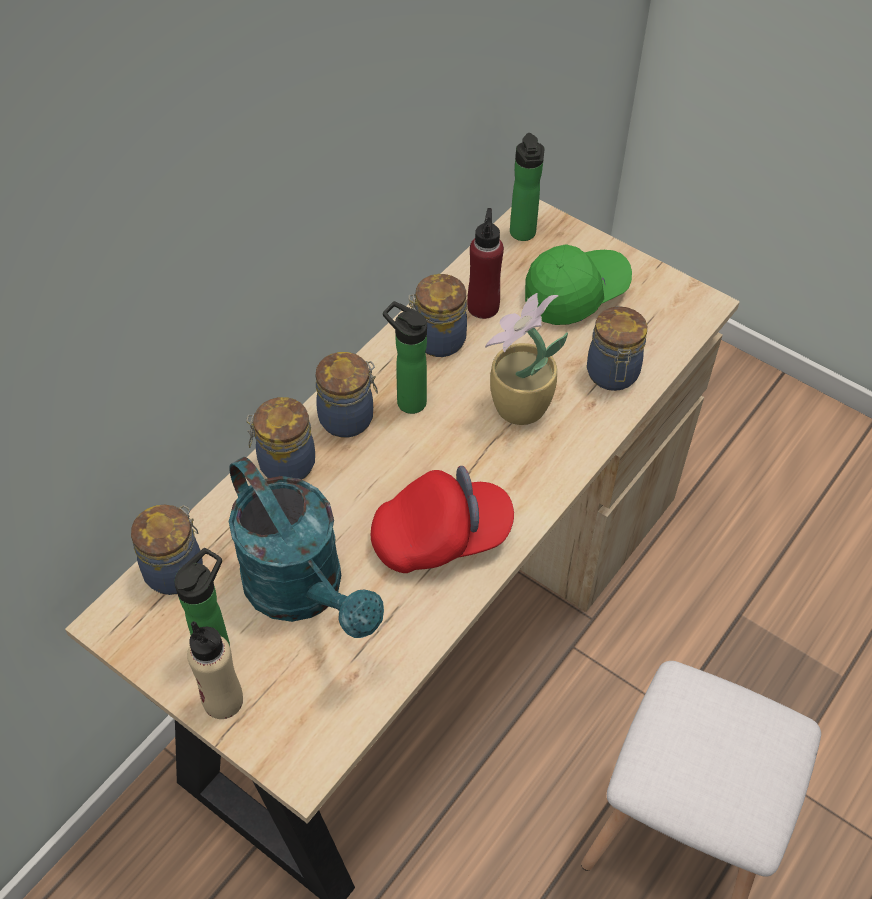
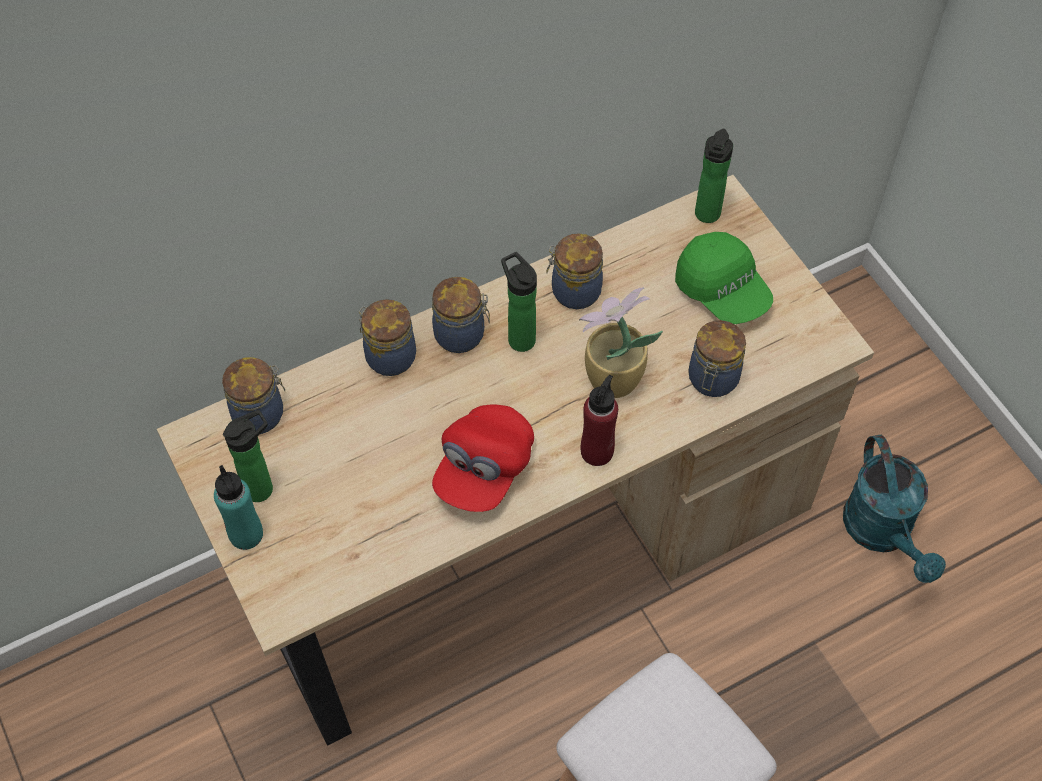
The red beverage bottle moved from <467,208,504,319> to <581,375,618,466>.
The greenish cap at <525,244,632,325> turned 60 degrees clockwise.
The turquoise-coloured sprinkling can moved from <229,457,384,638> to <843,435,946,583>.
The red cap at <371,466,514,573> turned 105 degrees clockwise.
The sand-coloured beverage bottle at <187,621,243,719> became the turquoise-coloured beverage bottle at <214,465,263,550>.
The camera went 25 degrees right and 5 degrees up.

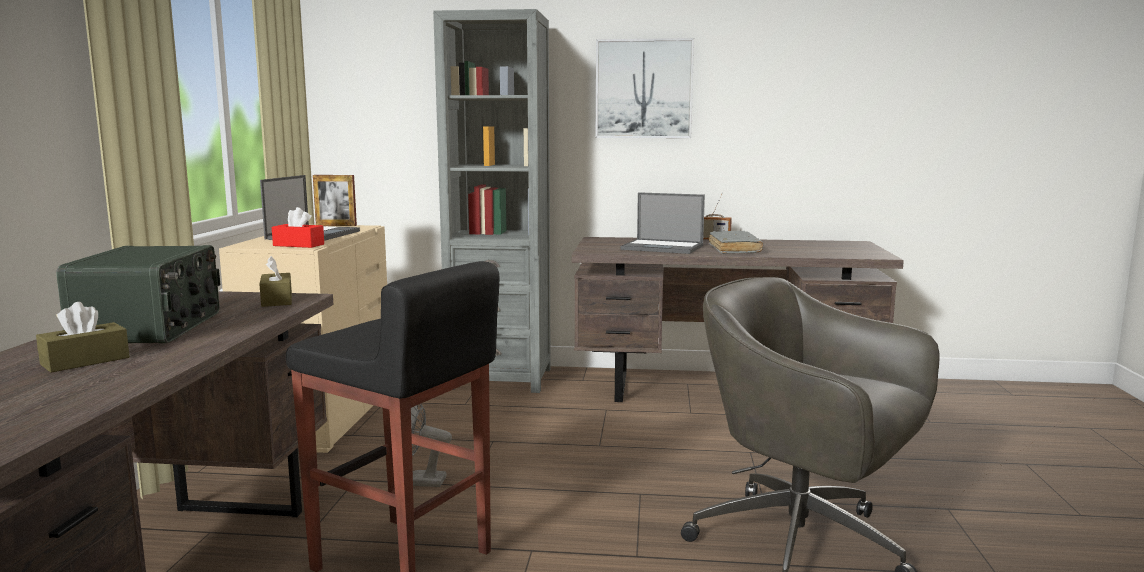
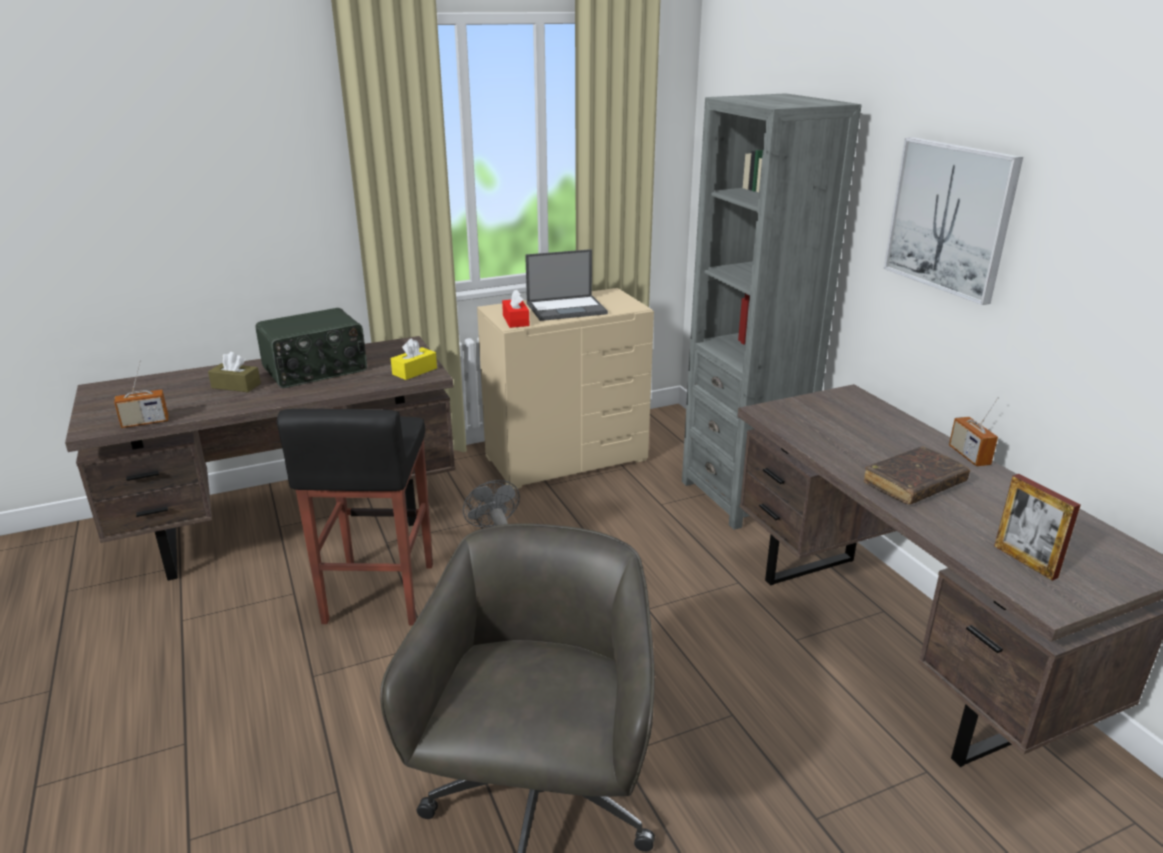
The photo frame moved from <313,175,357,226> to <994,474,1080,581>.
The portable computer at <621,192,705,254> disappeared.
The gray bound book at <709,231,763,254> became the brown-coloured bound book at <864,446,970,504>.
The brown-coloured box of tissues at <259,256,292,307> became the yellow box of tissues at <391,338,437,380>.
The radio at <114,360,168,428> appeared.
The camera went 60 degrees right and 15 degrees up.

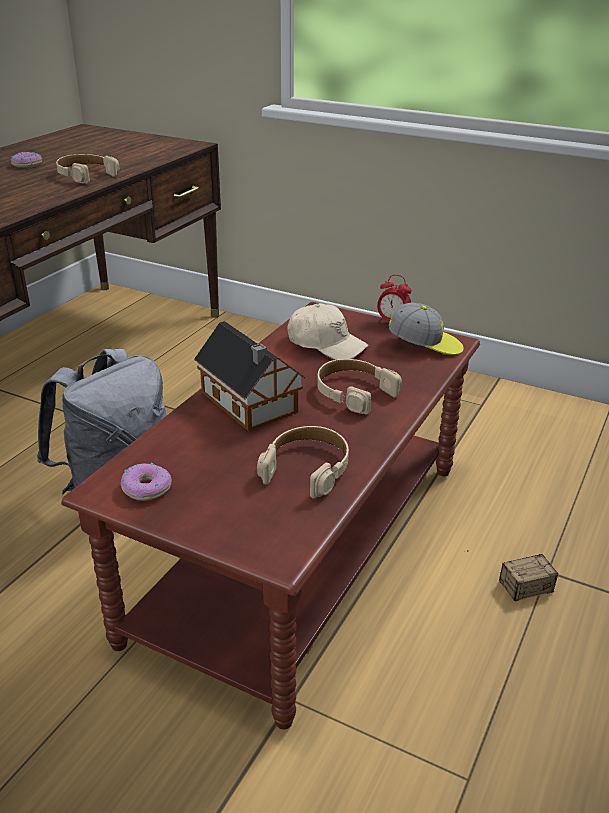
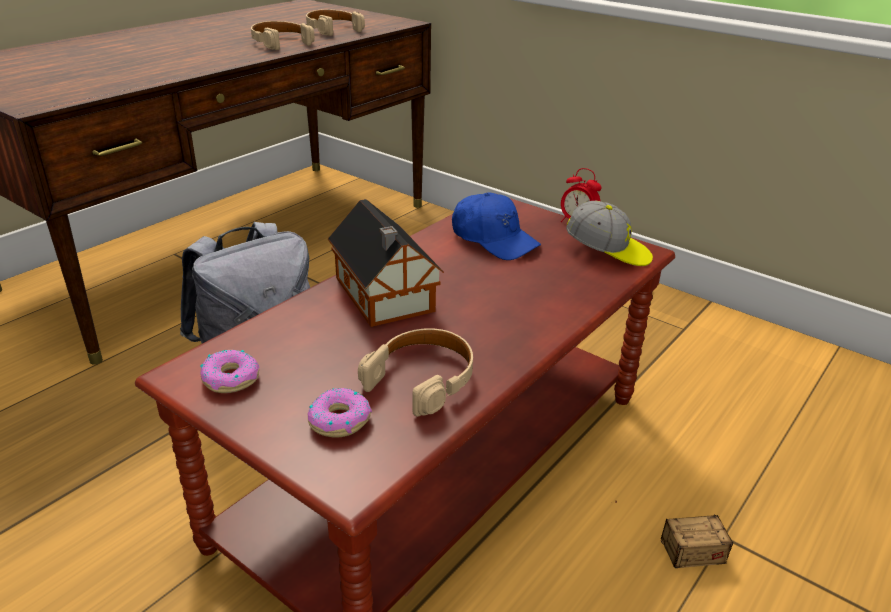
The ring doughnut moved from <11,152,42,168> to <307,388,372,438>.
The sand-coloured cap at <287,304,368,360> became the bluish cap at <452,192,541,260>.
The sand-coloured pair of headphones moved from <317,359,402,415> to <306,9,365,36>.
The camera went 10 degrees right and 0 degrees up.

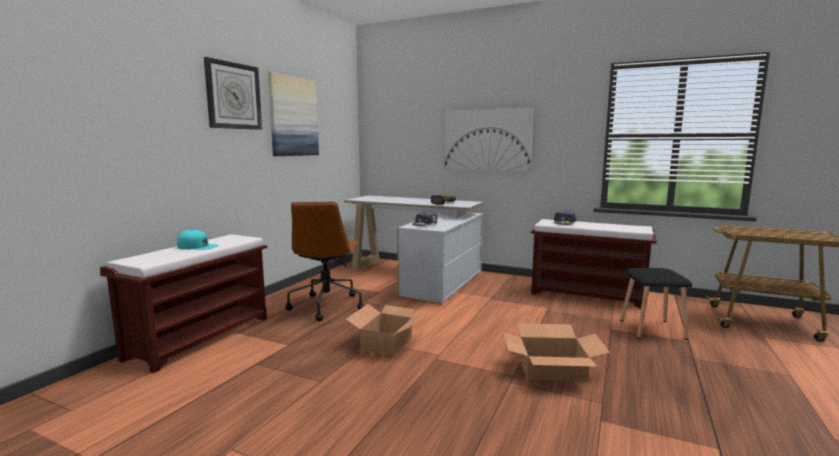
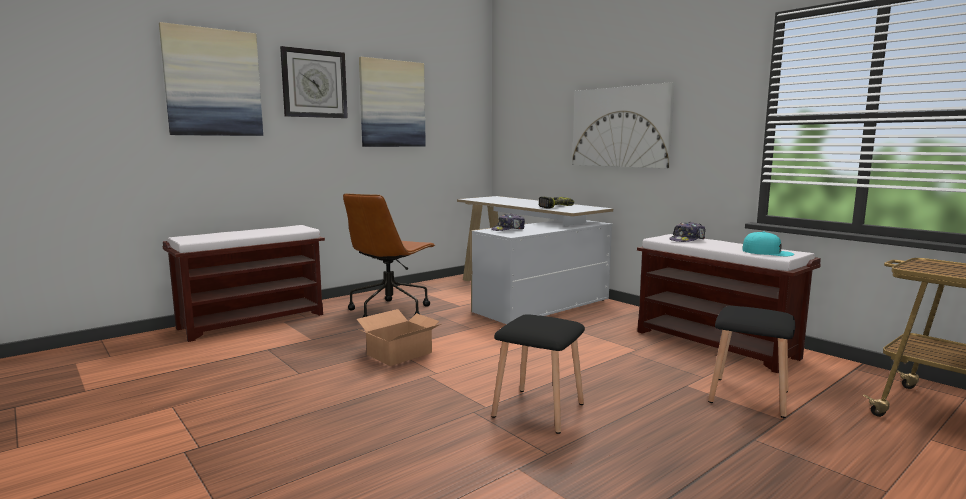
The turquoise-coloured cap moved from <177,229,218,250> to <742,231,794,256>.
The carton at <503,323,610,381> was replaced by the black-coloured sitting stool at <491,314,585,434>.
The picture at <159,22,263,136> appeared.
The camera went 25 degrees right and 0 degrees up.

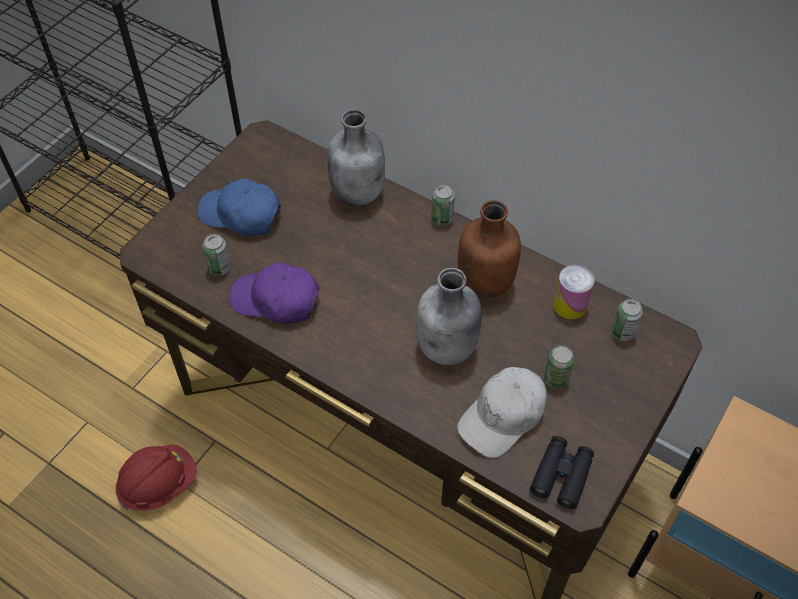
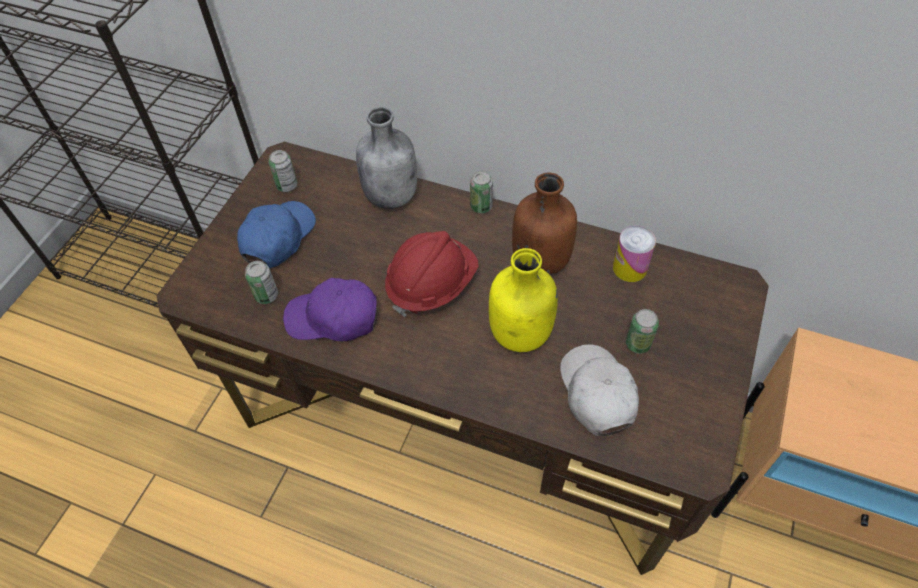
The bluish cap at <198,178,281,236> turned 105 degrees clockwise.
The gray beverage bottle at <416,268,482,365> became the yellow beverage bottle at <489,248,558,352>.
The sealed can moved from <611,299,643,341> to <269,150,297,192>.
The white cap at <457,367,547,458> turned 135 degrees clockwise.
The black-coloured pair of binoculars at <530,436,594,509> disappeared.
The red safety helmet moved from <116,444,197,511> to <385,231,479,317>.
The camera went 10 degrees left and 0 degrees up.

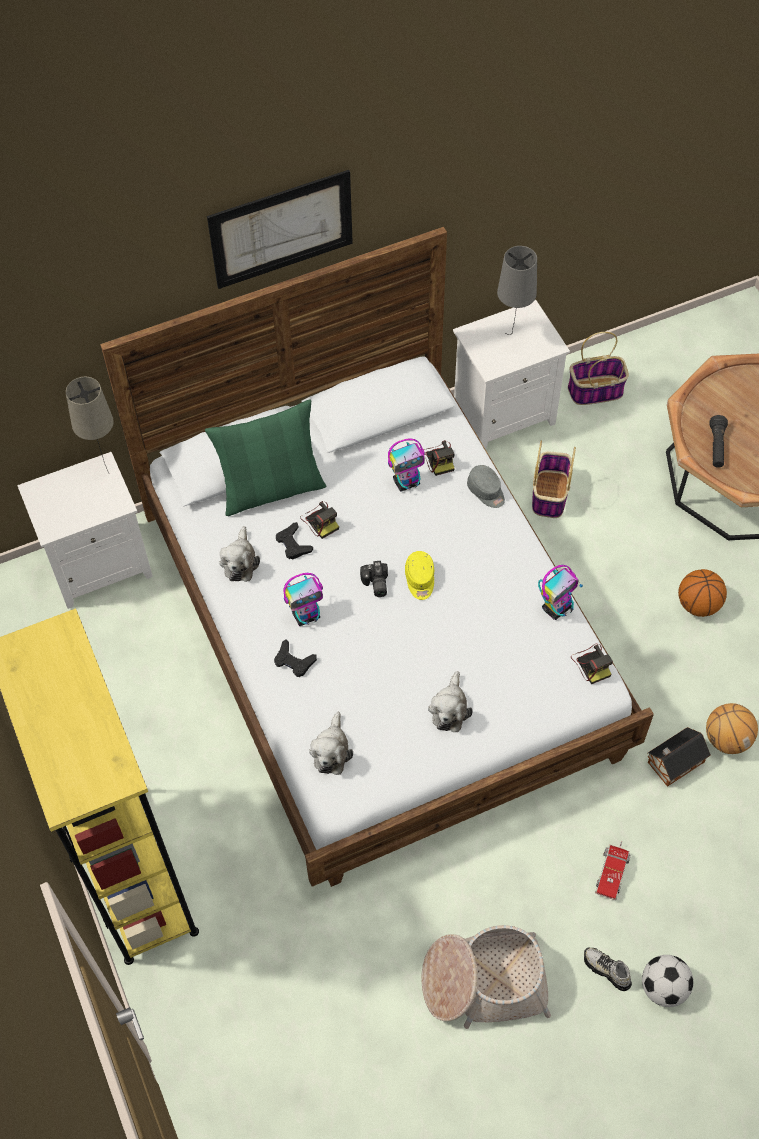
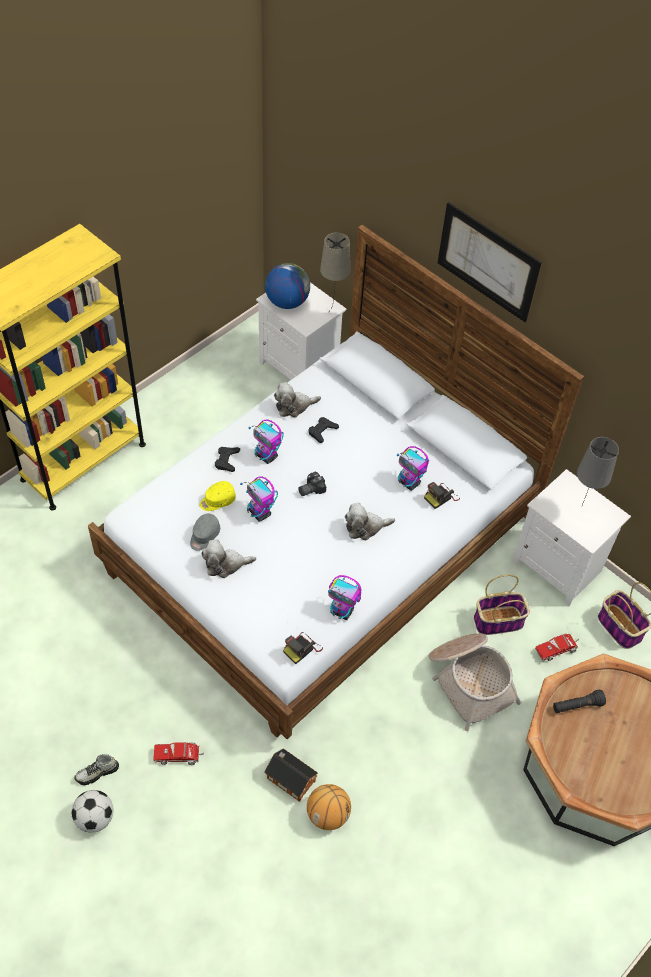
The greenish pillow at <205,399,326,516> disappeared.
The gray cap moved from <467,465,505,508> to <190,514,220,551>.
The photo camera at <300,501,339,539> disappeared.
The yellow cap moved from <405,551,434,600> to <200,481,236,511>.
The ball for basketball at <678,569,727,617> disappeared.
The cuddly toy moved from <309,712,353,775> to <344,503,395,540>.
The basket moved from <421,925,551,1029> to <429,633,521,731>.
The shoe at <584,947,632,991> turned 135 degrees counterclockwise.
The globe at <265,263,310,309> appeared.
The model robot at <240,476,278,522> appeared.
The toy truck at <535,633,579,662> appeared.
The camera went 65 degrees right and 5 degrees down.

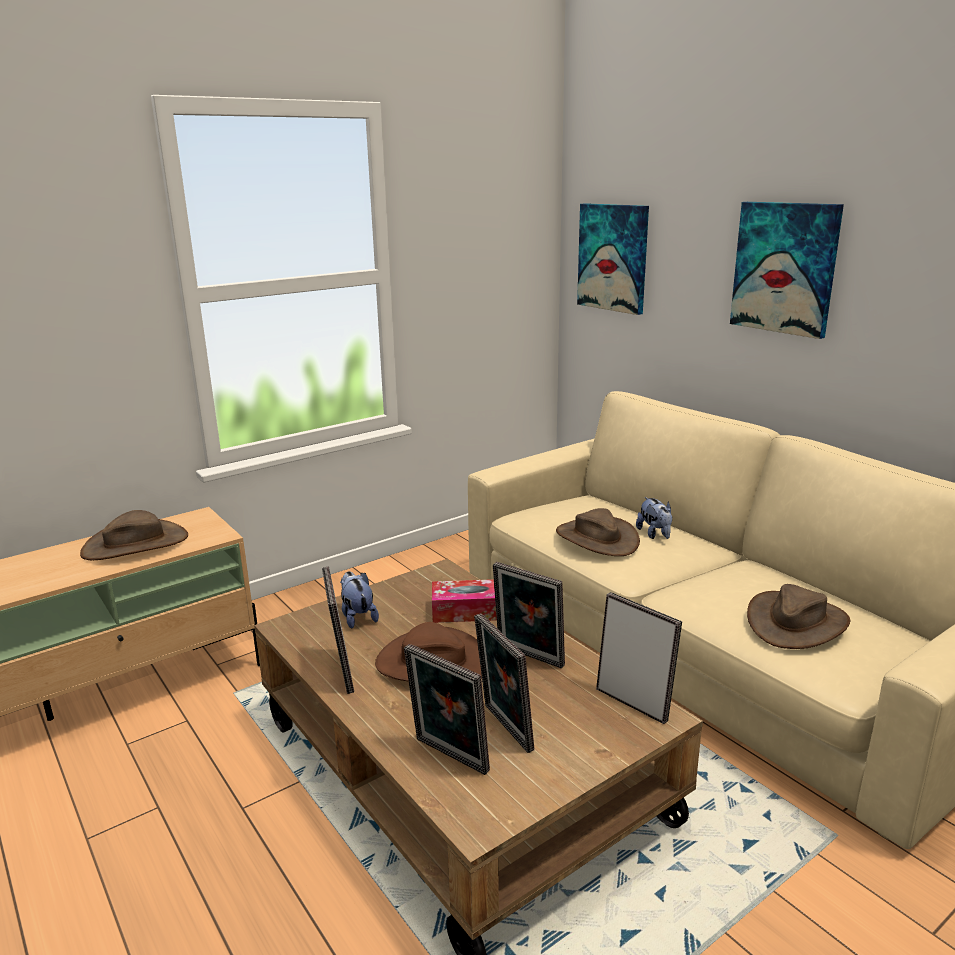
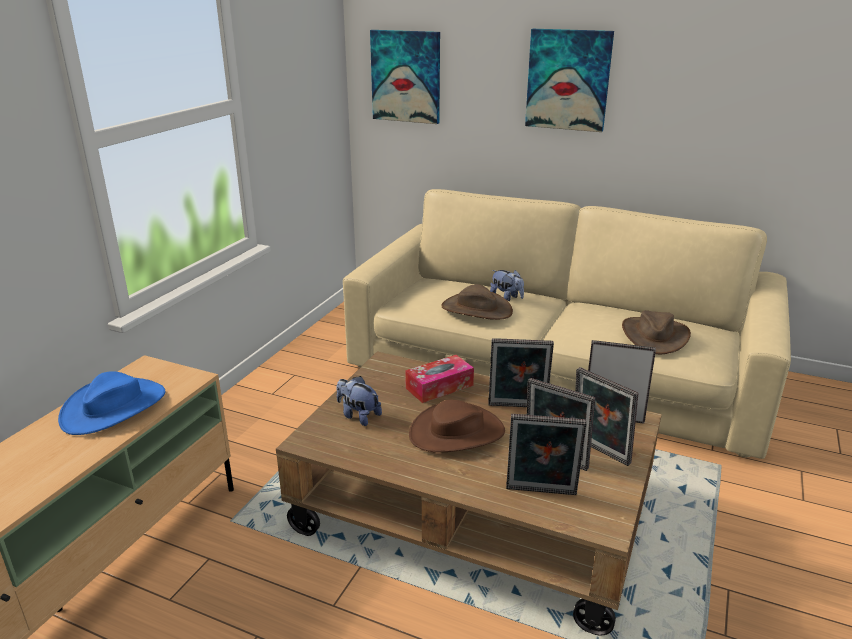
The brown-coloured clothing hat at <80,510,188,560> became the bluish clothing hat at <58,372,165,435>.
The photo frame moved from <322,566,354,694> to <575,367,638,466>.
The camera went 30 degrees left and 5 degrees up.

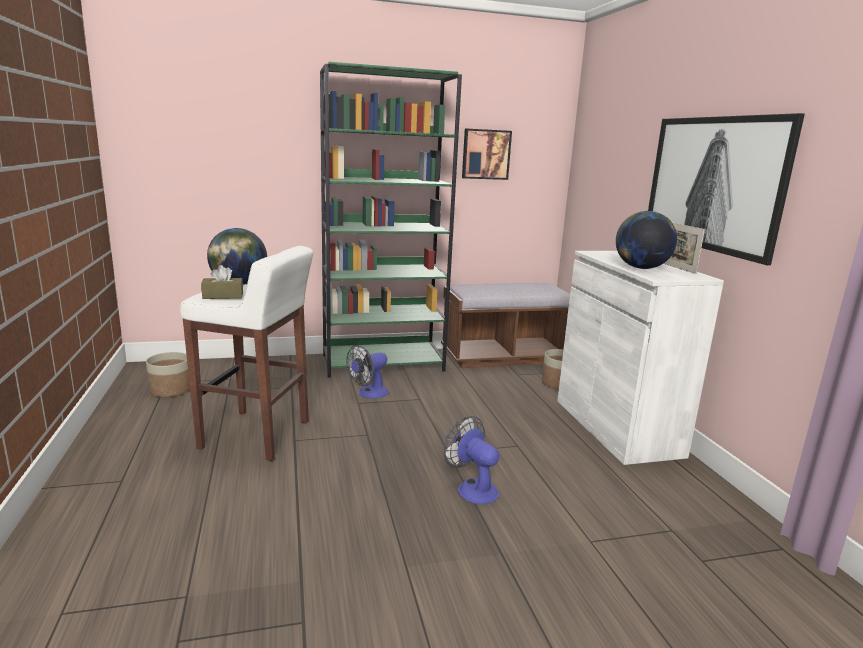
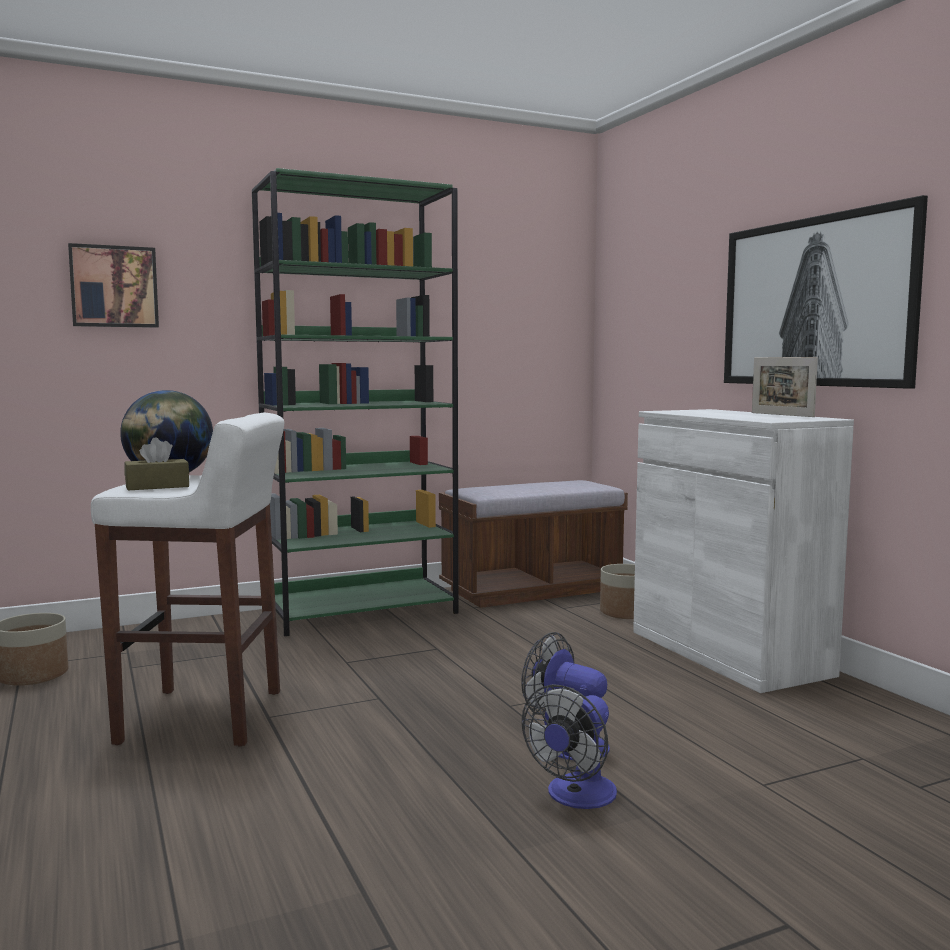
The picture moved from <462,129,512,180> to <68,243,159,328>.
The globe at <616,211,677,269> disappeared.
The electric fan moved from <346,345,389,398> to <522,684,617,809>.
The camera went 10 degrees left and 10 degrees down.

